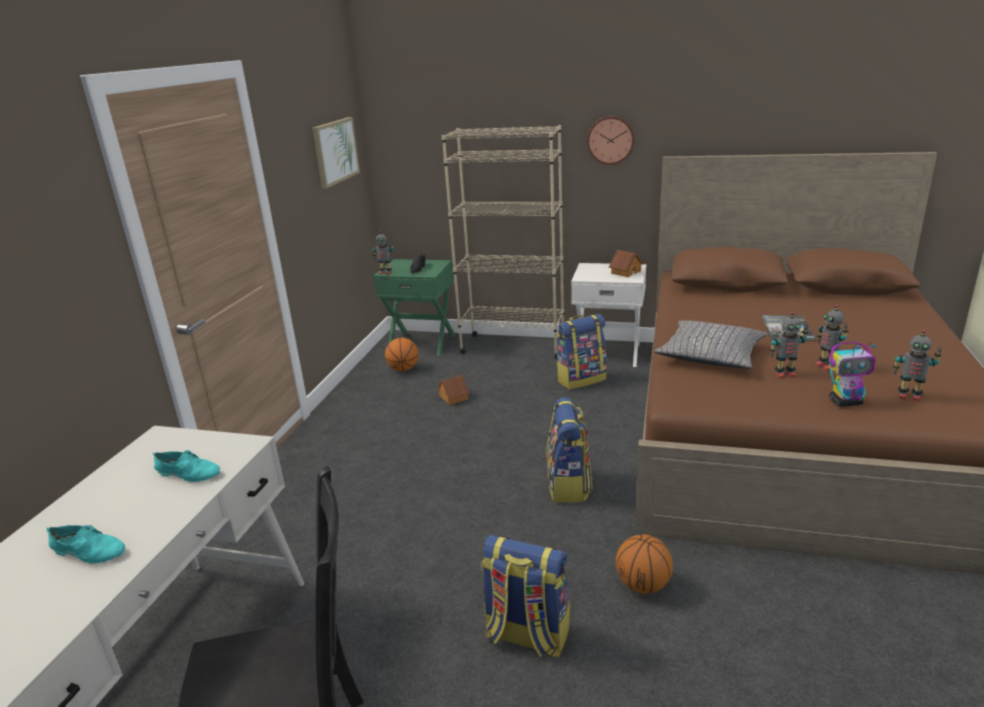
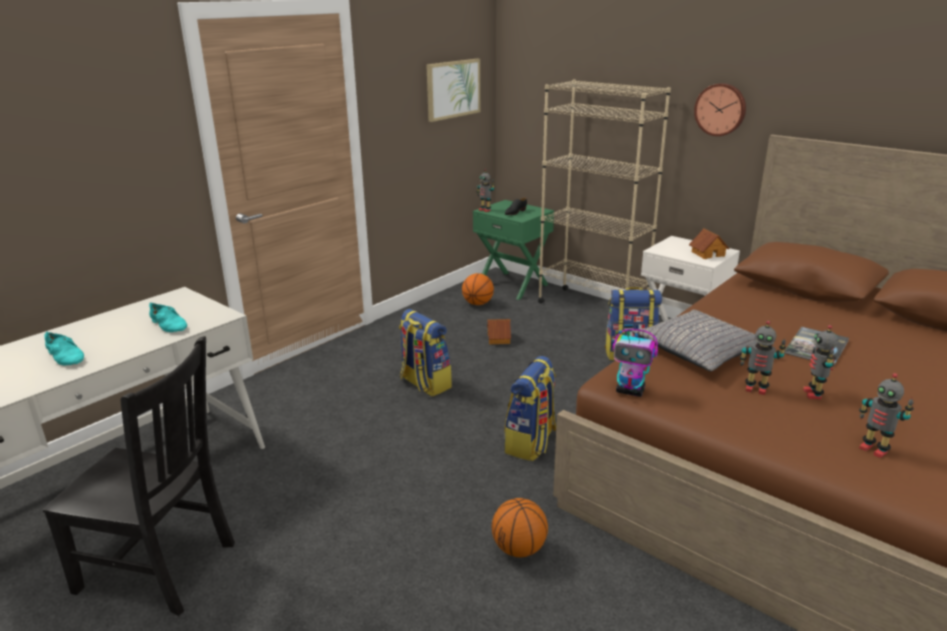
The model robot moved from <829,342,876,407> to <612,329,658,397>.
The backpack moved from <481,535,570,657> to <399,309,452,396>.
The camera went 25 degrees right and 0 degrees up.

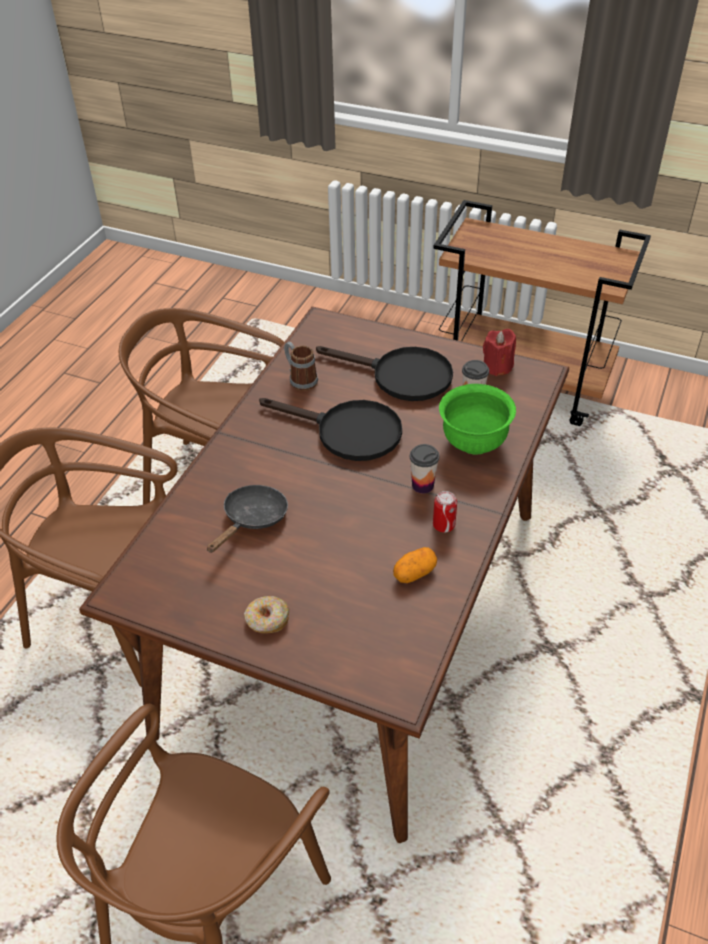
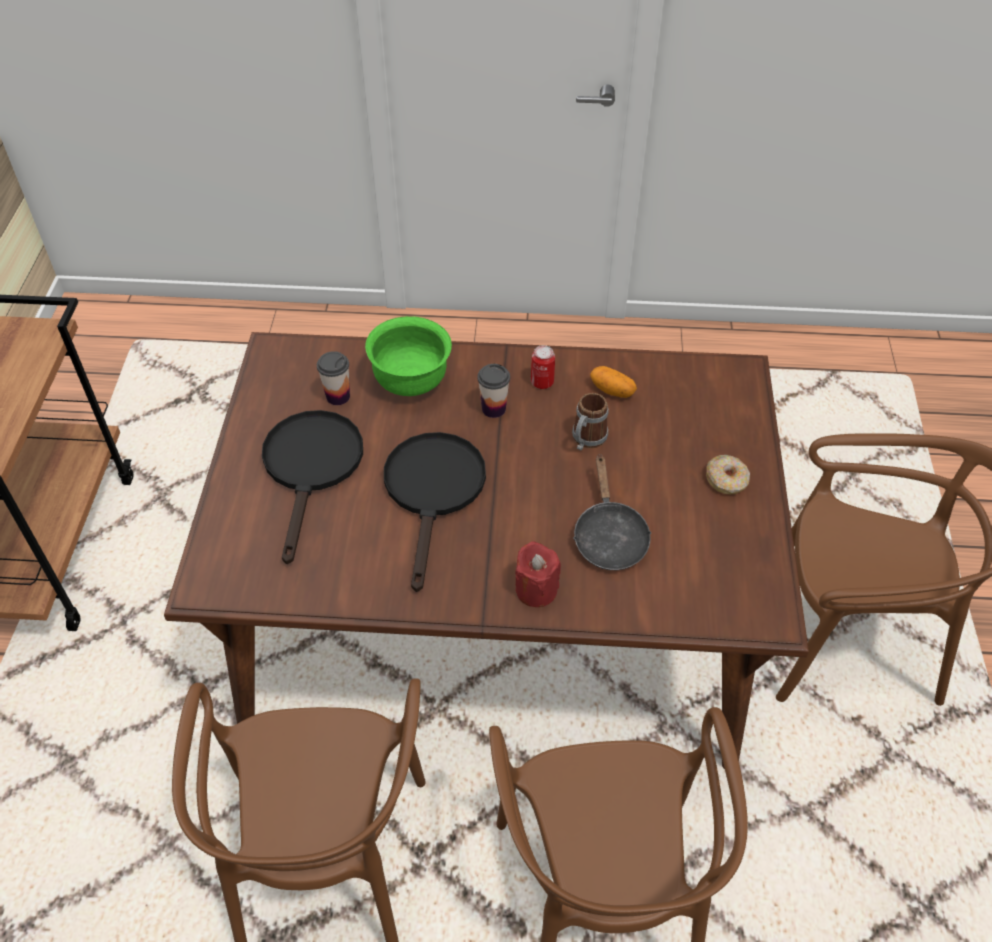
The red candle moved from <483,329,516,376> to <515,541,561,607>.
The tea mug moved from <284,342,318,391> to <572,393,608,450>.
The black-coloured pan at <207,485,288,553> turned 105 degrees counterclockwise.
The camera went 110 degrees left and 5 degrees up.

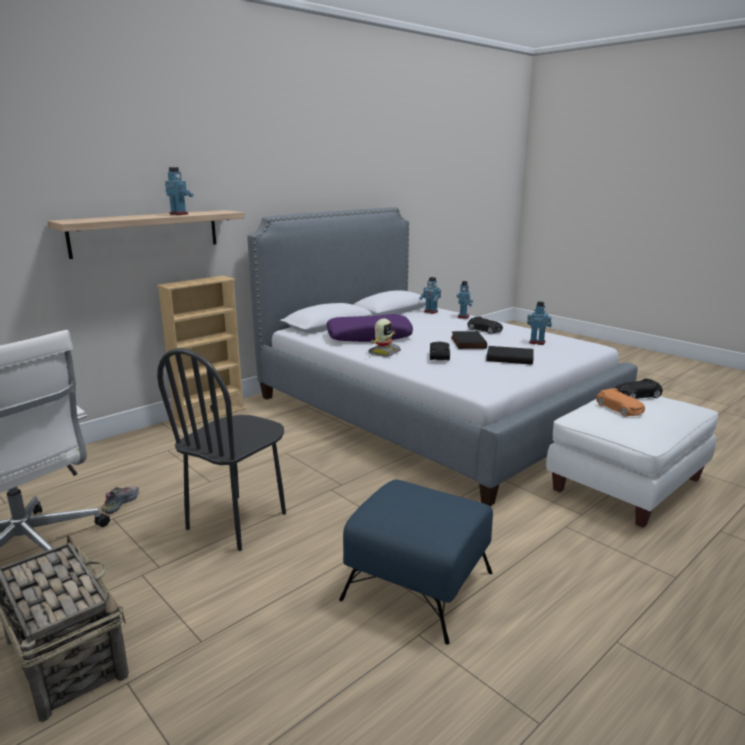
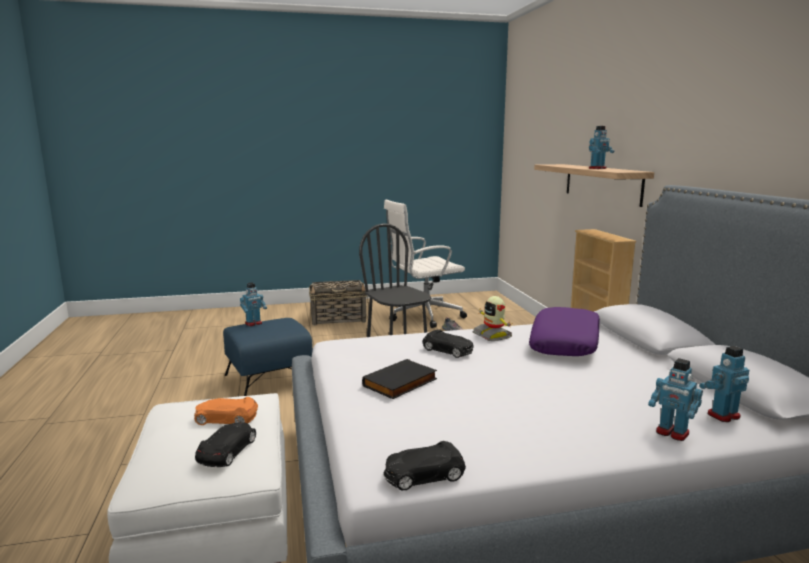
The model robot moved from <527,301,552,345> to <240,282,267,326>.
The black-coloured miniature car moved from <467,316,503,334> to <383,441,466,490>.
The black-coloured bound book at <451,331,487,349> disappeared.
The camera went 120 degrees right and 5 degrees down.

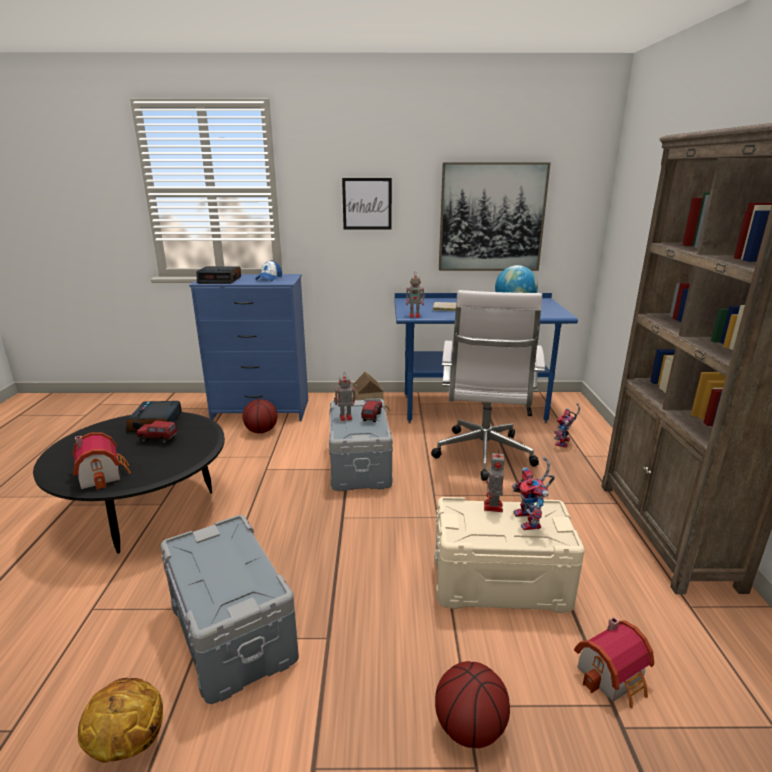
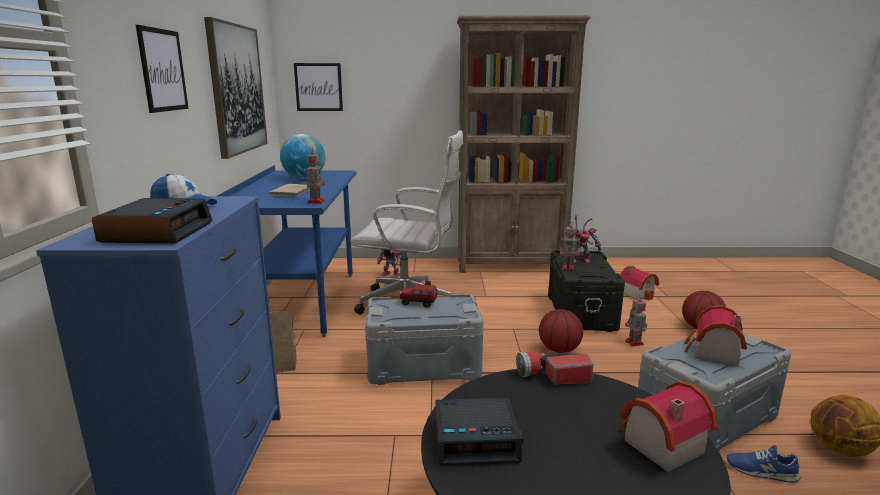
The model robot moved from <334,375,355,421> to <625,295,647,346>.
The ball for basketball moved from <242,399,278,433> to <539,309,583,353>.
The toy truck at <137,421,178,444> disappeared.
The sand-coloured storage box at <434,497,585,613> became the black-coloured storage box at <548,251,625,332>.
The picture at <294,63,343,111> appeared.
The toy house at <684,305,747,365> appeared.
The torch at <516,351,593,385> appeared.
The bluish shoe at <726,445,801,483> appeared.
The camera went 90 degrees left and 5 degrees down.

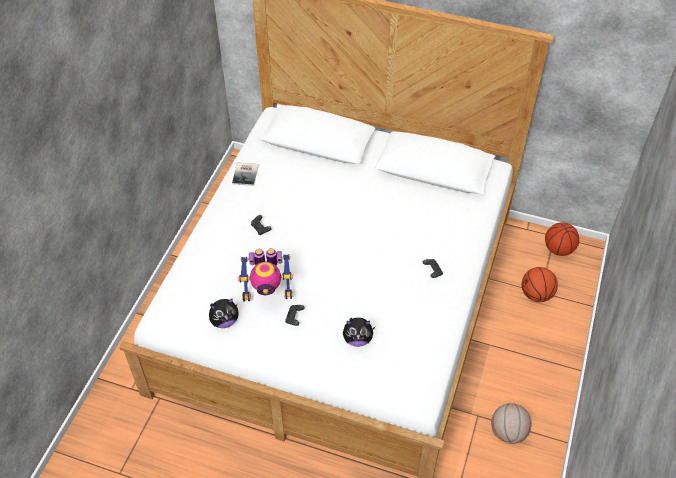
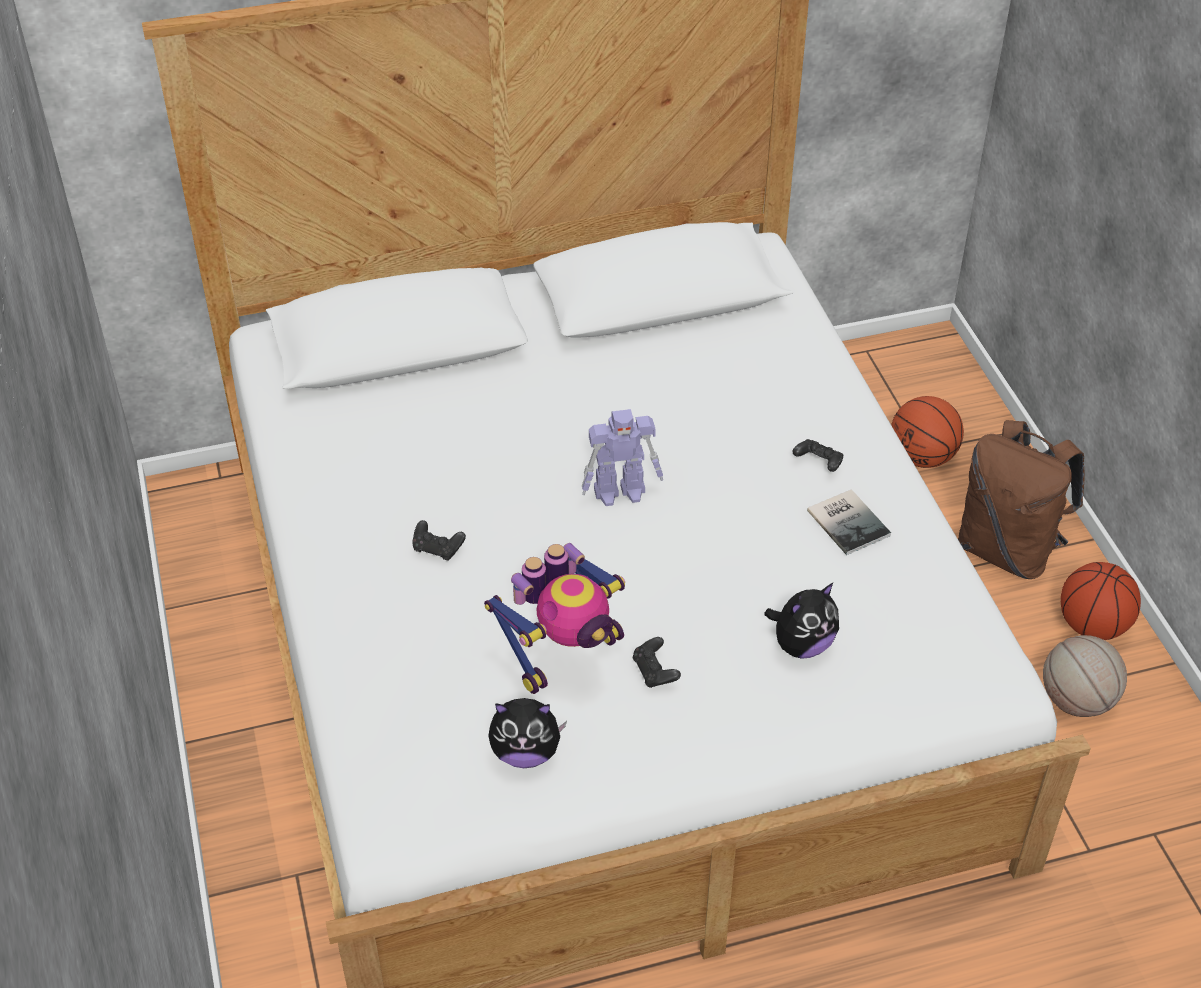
The bound book moved from <232,162,259,186> to <807,489,891,555>.
The ball for basketball moved from <545,222,579,256> to <1061,562,1141,640>.
The cuddly toy at <209,299,239,328> turned 60 degrees clockwise.
The model robot at <582,409,663,506> appeared.
The brown-coloured backpack at <958,420,1084,579> appeared.
The camera went 35 degrees left and 5 degrees down.

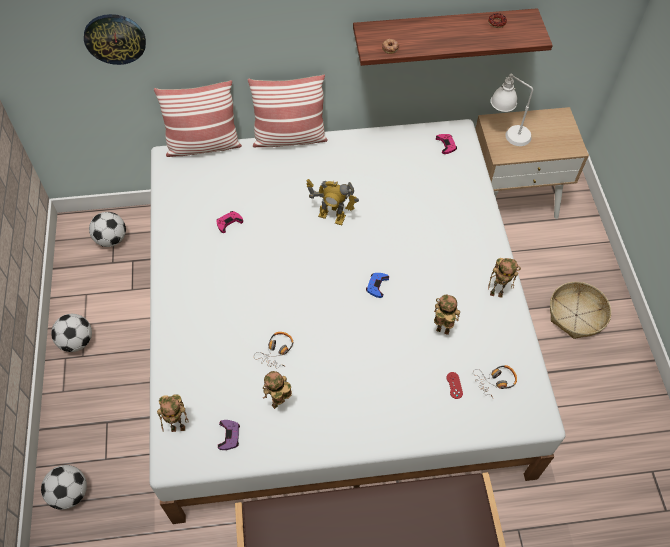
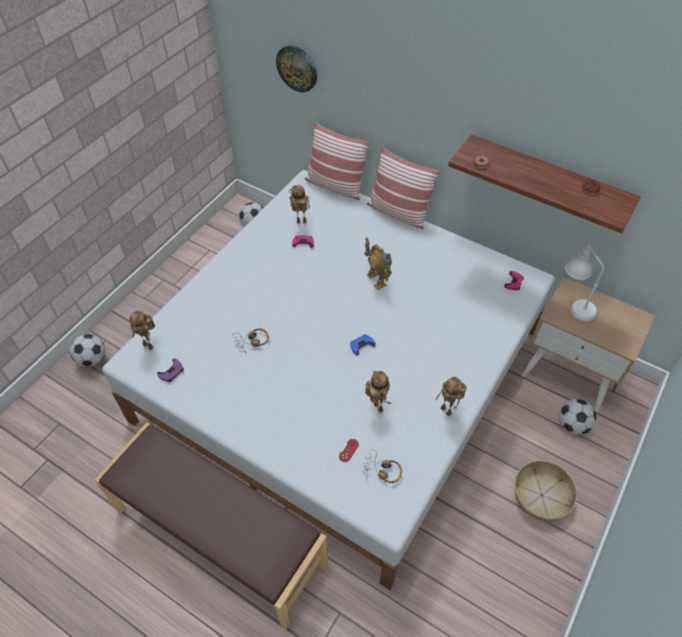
The ball for football moved from <51,314,92,352> to <559,399,597,435>.
The model robot moved from <263,371,292,409> to <289,185,310,223>.
The camera went 40 degrees right and 5 degrees down.

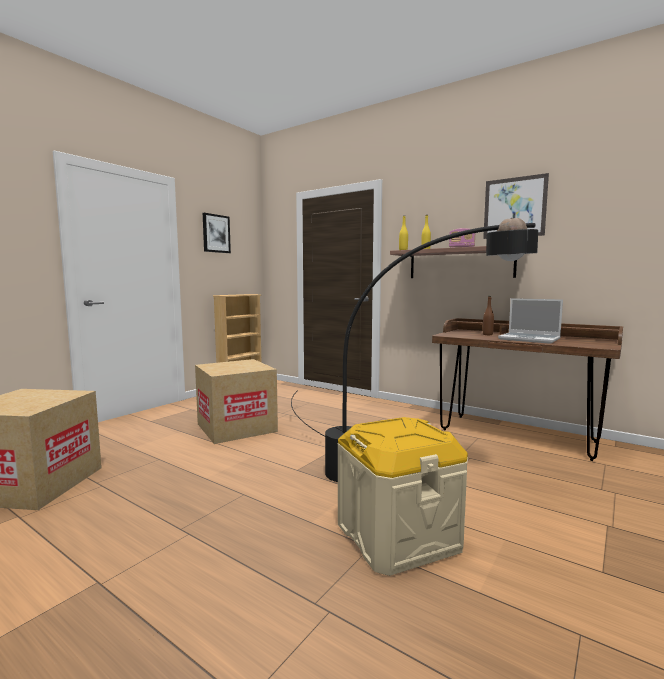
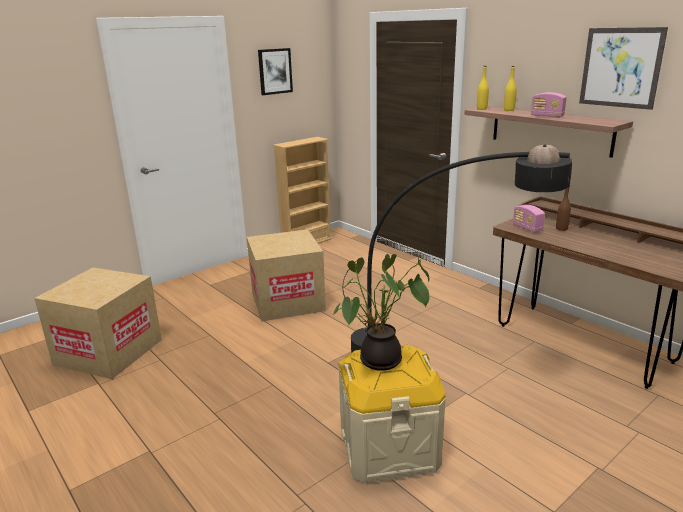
The portable computer at <498,298,563,344> disappeared.
The radio at <513,205,545,233> appeared.
The plant in a pot at <333,254,430,371> appeared.
The camera went 15 degrees right and 15 degrees up.

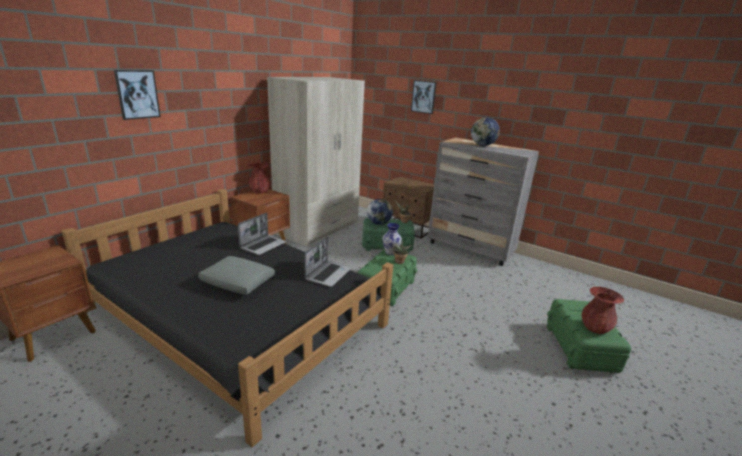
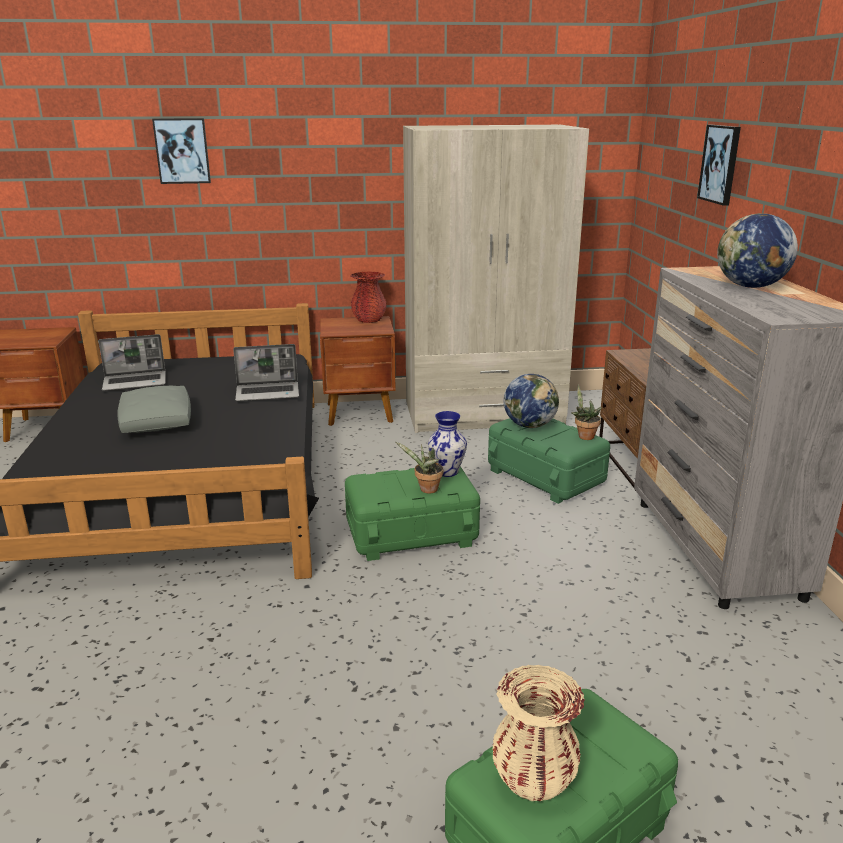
The portable computer moved from <305,237,352,287> to <98,334,166,391>.
The red vase at <582,287,624,334> became the sand-coloured vase at <492,665,585,801>.
The camera went 50 degrees right and 0 degrees up.

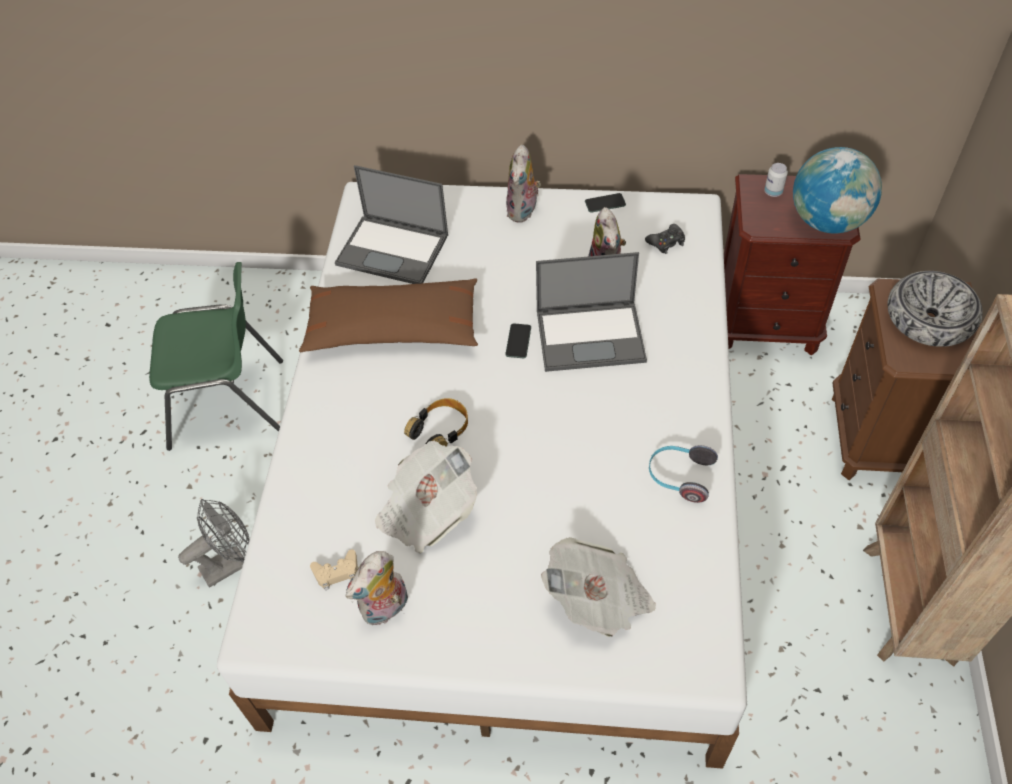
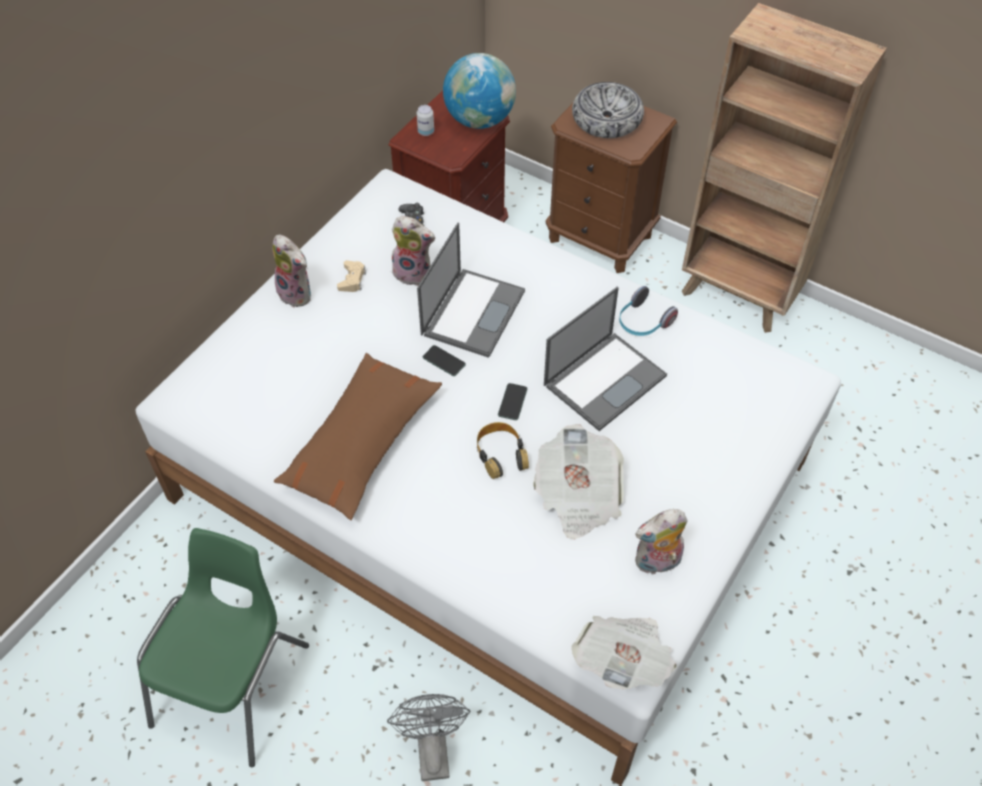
The portable computer moved from <335,165,448,284> to <544,286,667,431>.
The phone moved from <585,193,626,213> to <498,383,527,420>.
The printed paper moved from <541,537,656,637> to <572,616,677,689>.
The sand-coloured game controller moved from <310,549,358,590> to <337,261,366,292>.
The cuddly toy at <346,551,408,625> turned 90 degrees clockwise.
The camera went 65 degrees left and 0 degrees up.

